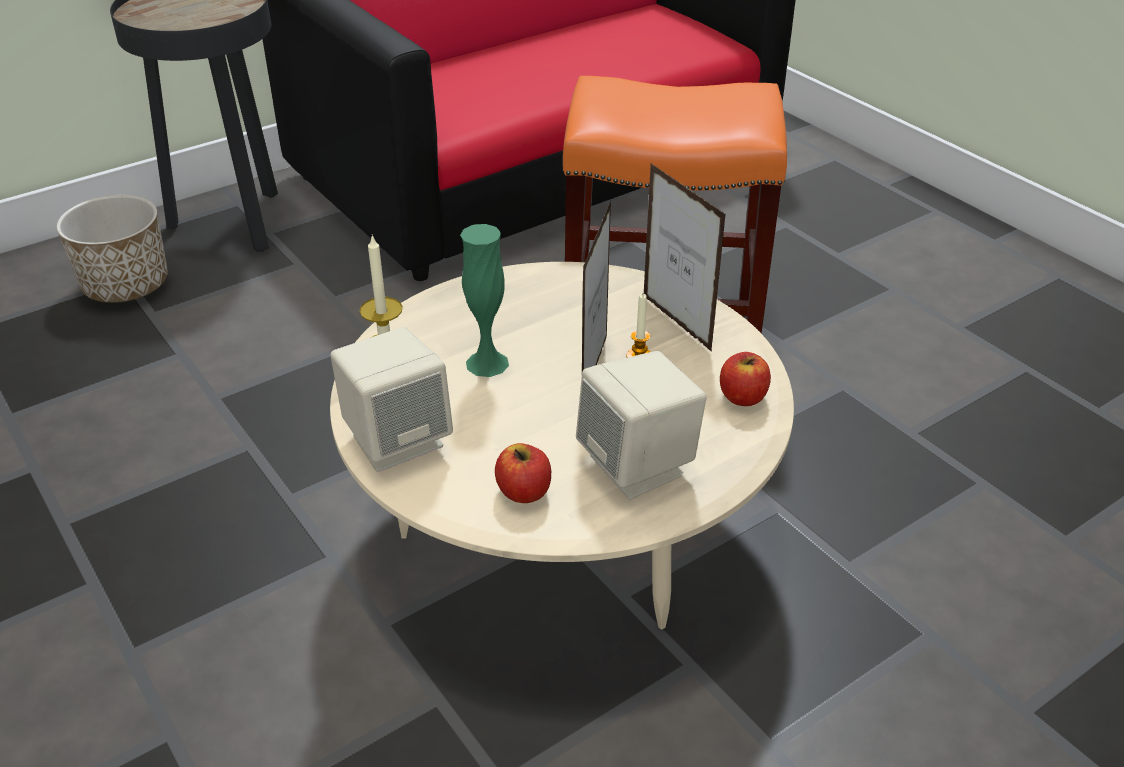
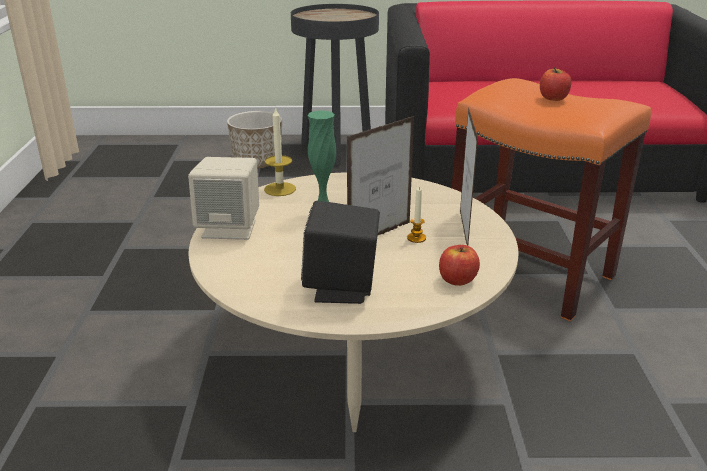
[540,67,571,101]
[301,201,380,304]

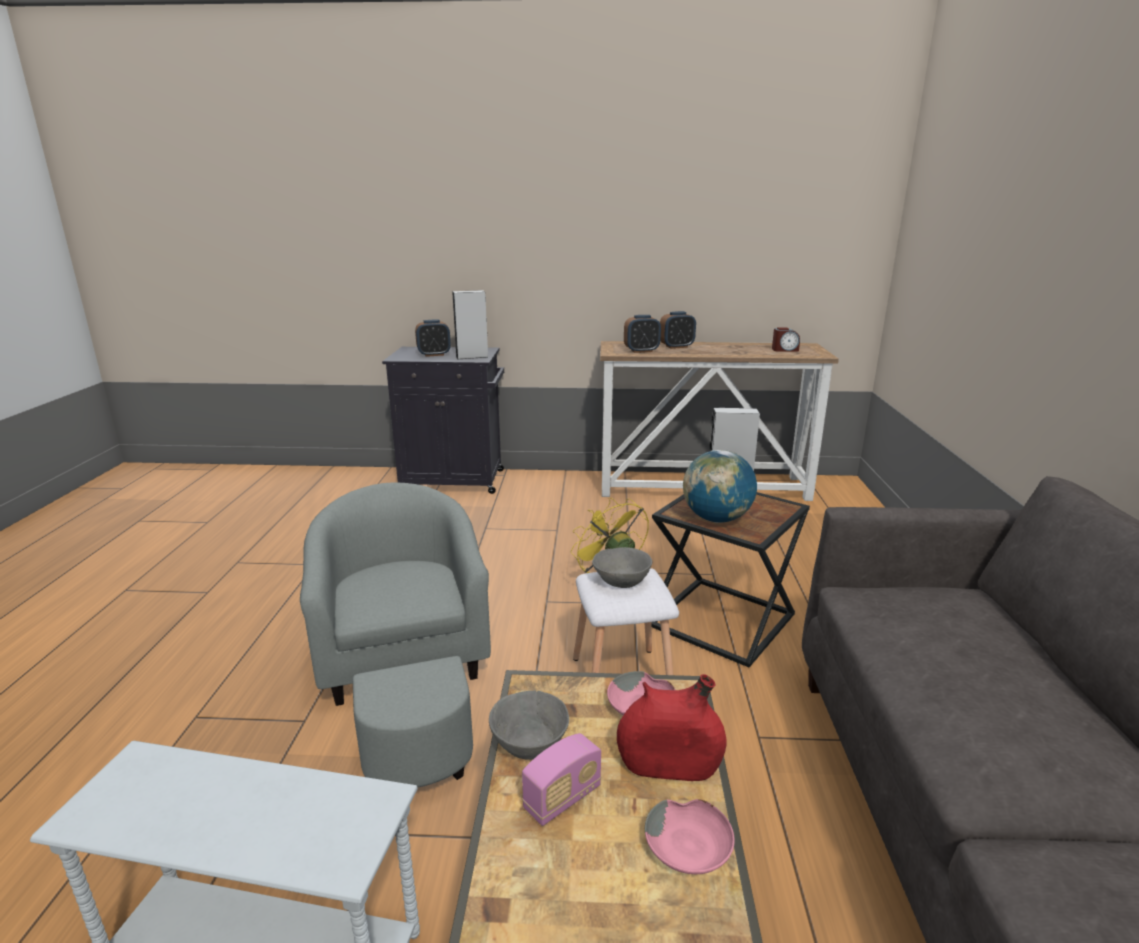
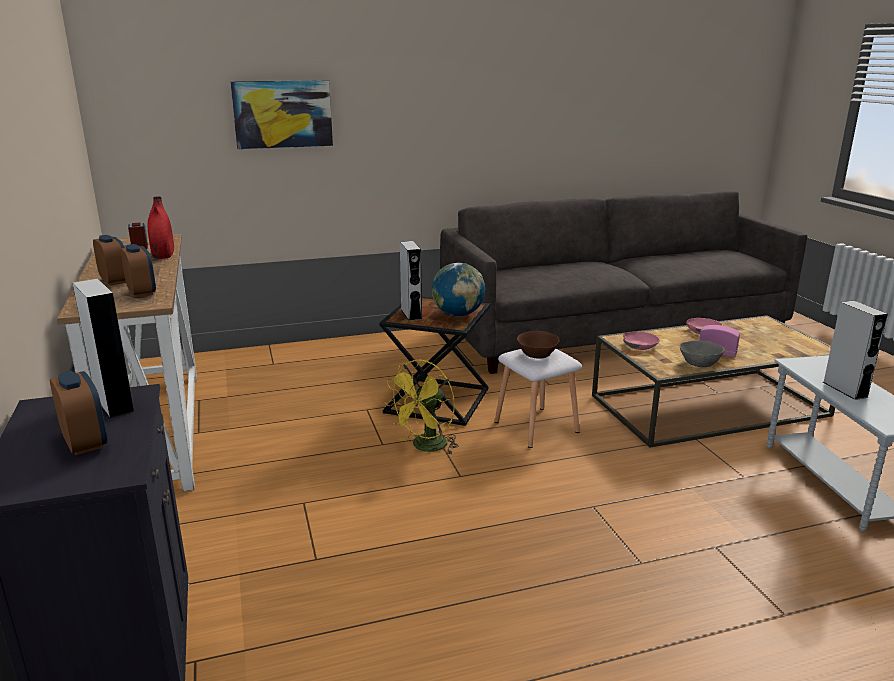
[300,482,491,787] (first image)
[517,331,560,359]
[148,196,174,259]
[230,80,333,149]
[823,301,888,400]

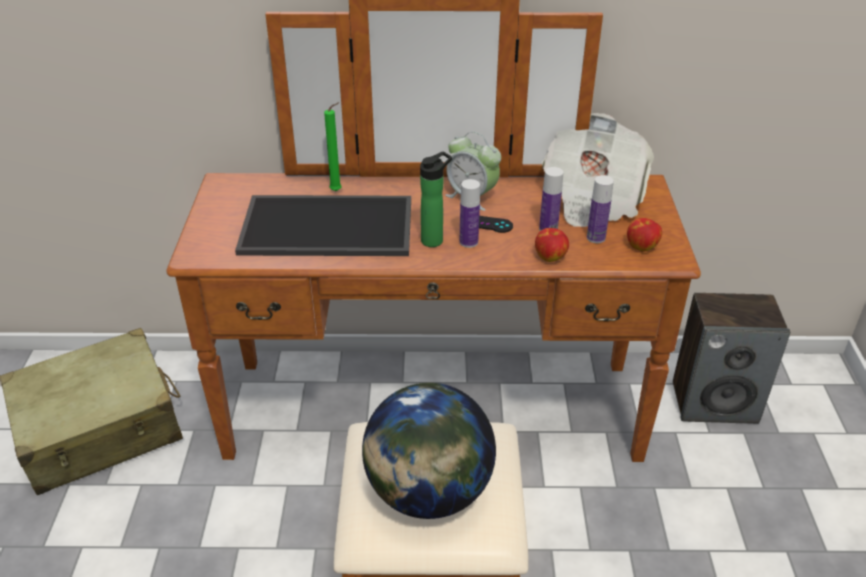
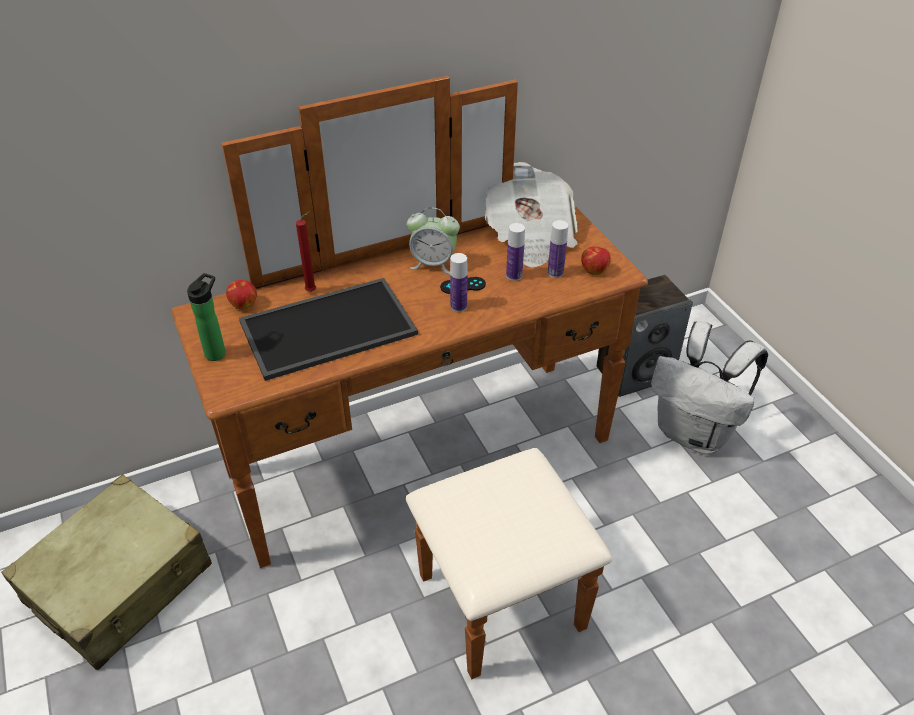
[296,212,316,292]
[362,383,496,519] (first image)
[187,273,226,361]
[226,280,257,310]
[651,321,768,455]

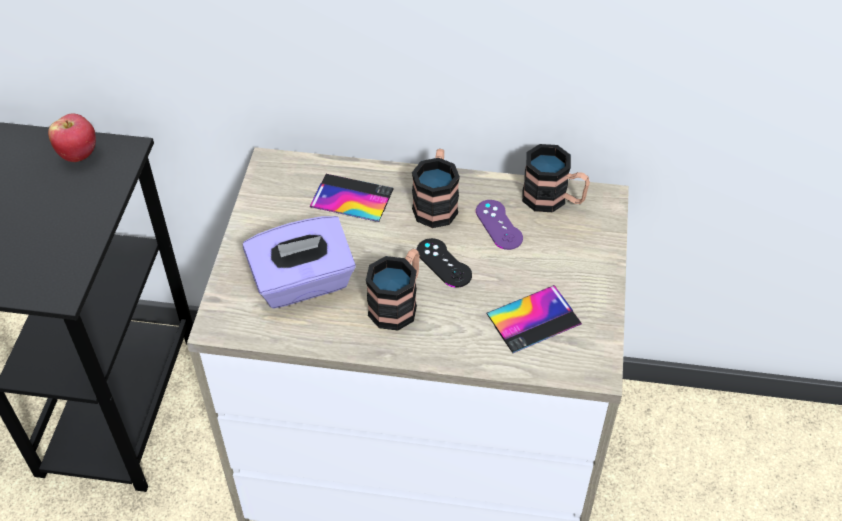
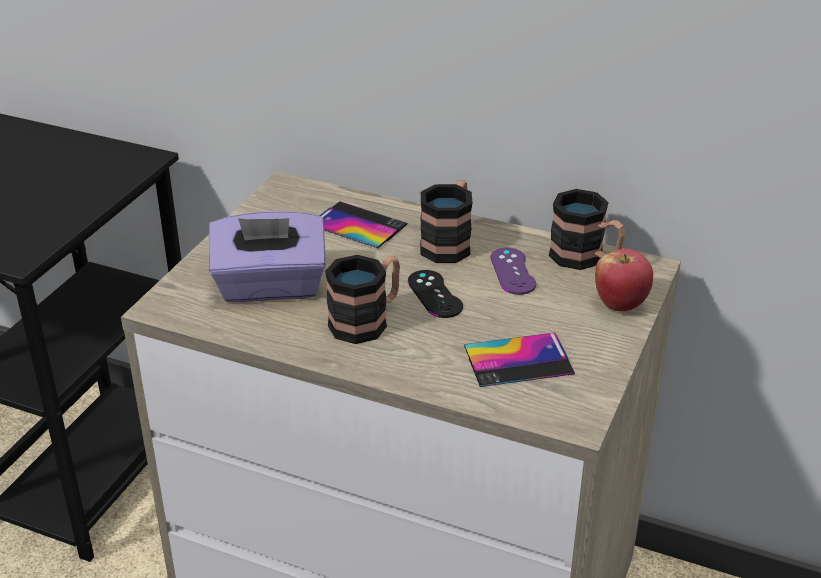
[595,248,653,311]

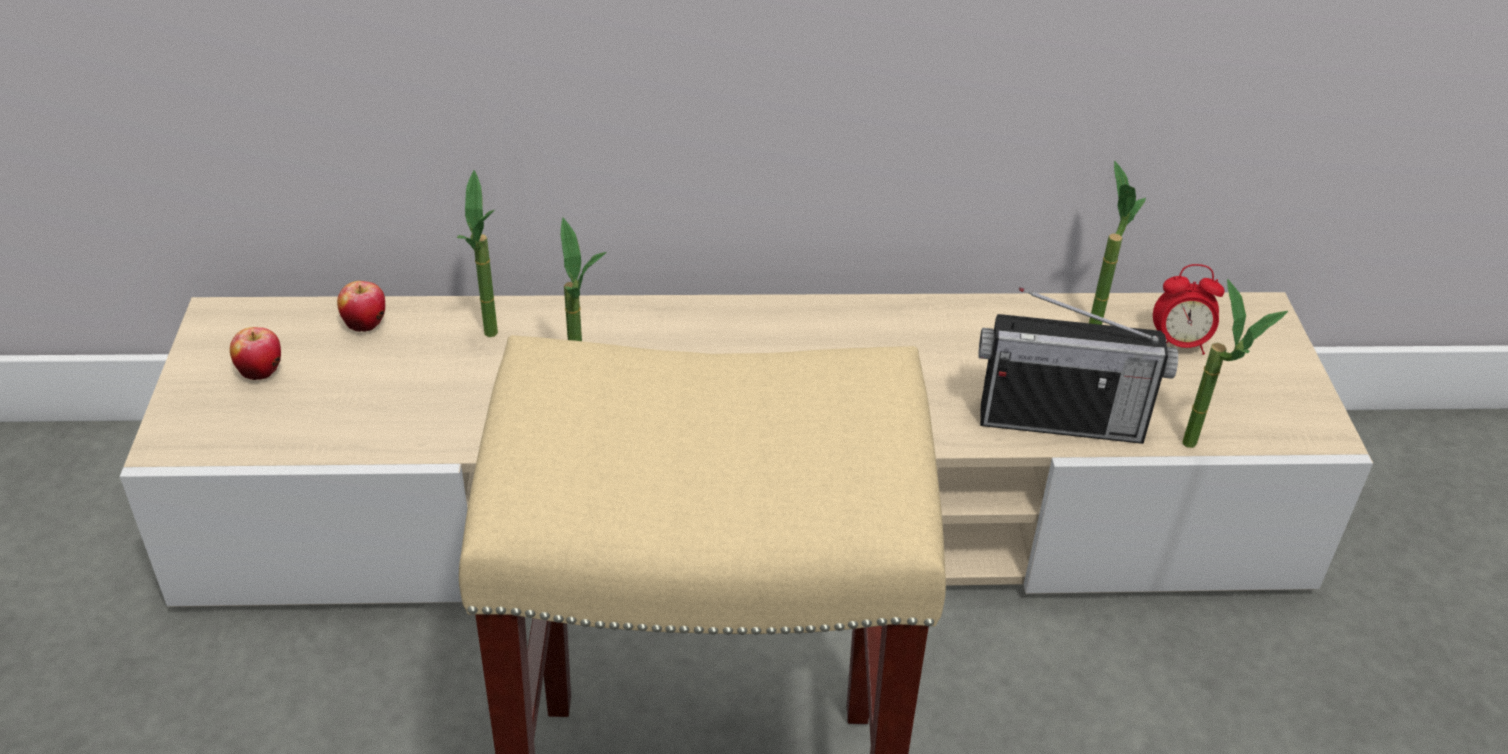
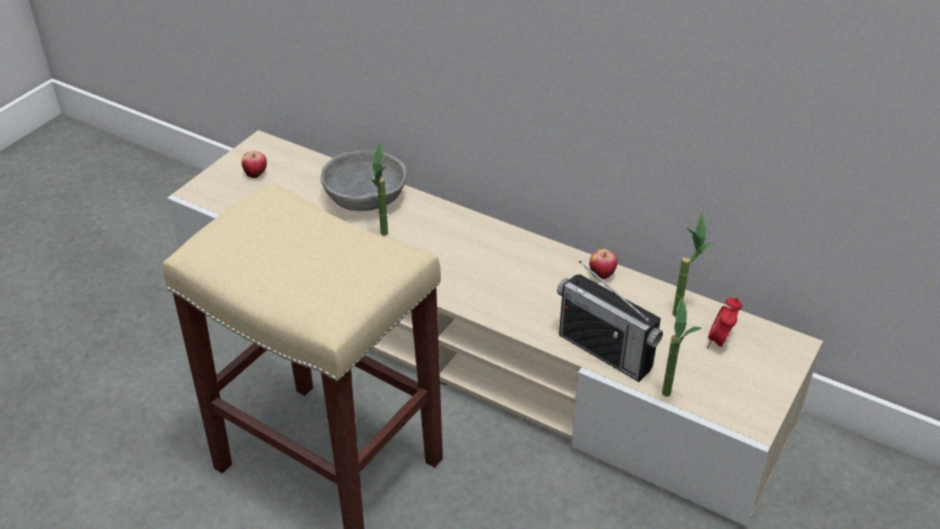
[589,249,618,280]
[321,150,406,211]
[707,297,742,348]

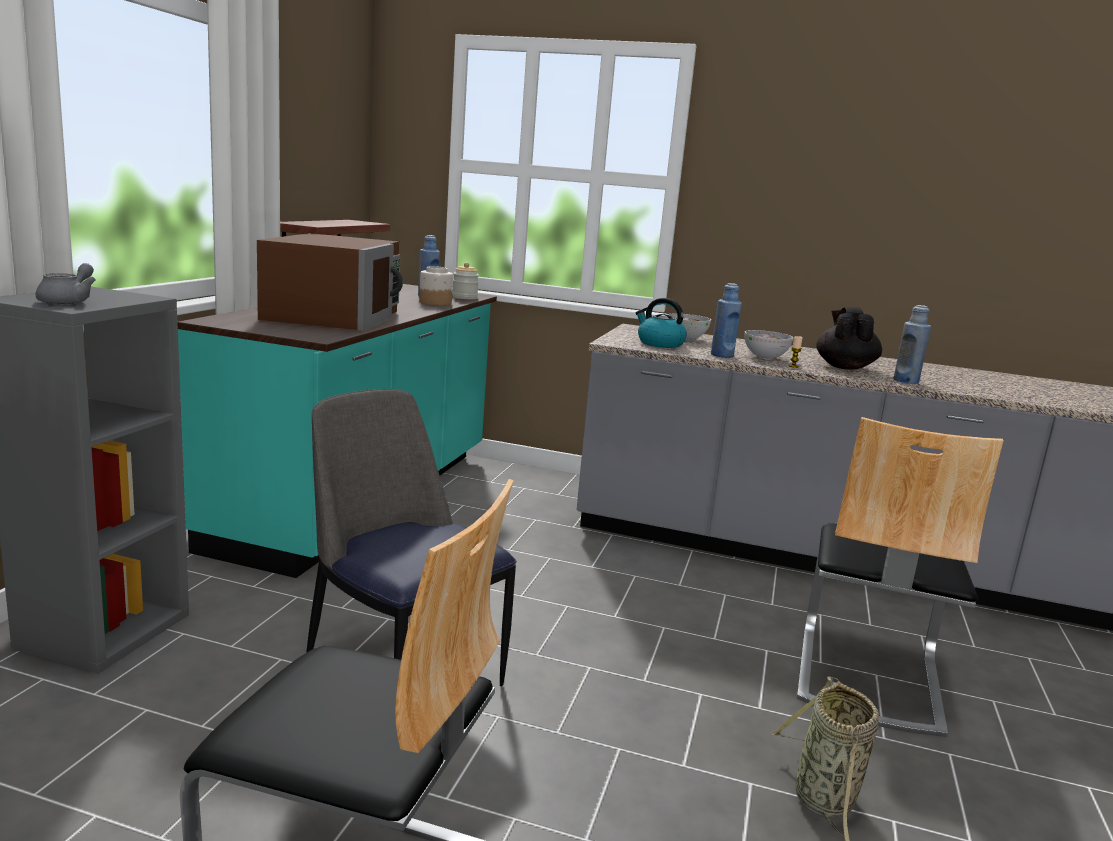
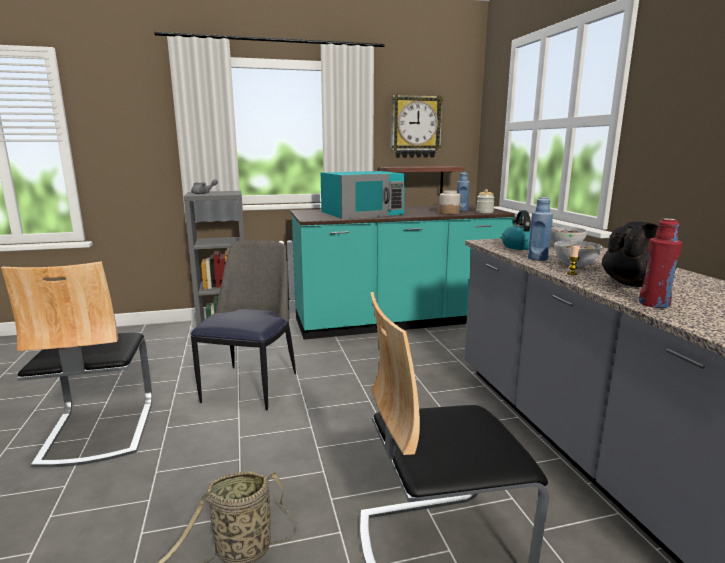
[321,171,405,219]
[639,218,682,308]
[391,95,444,158]

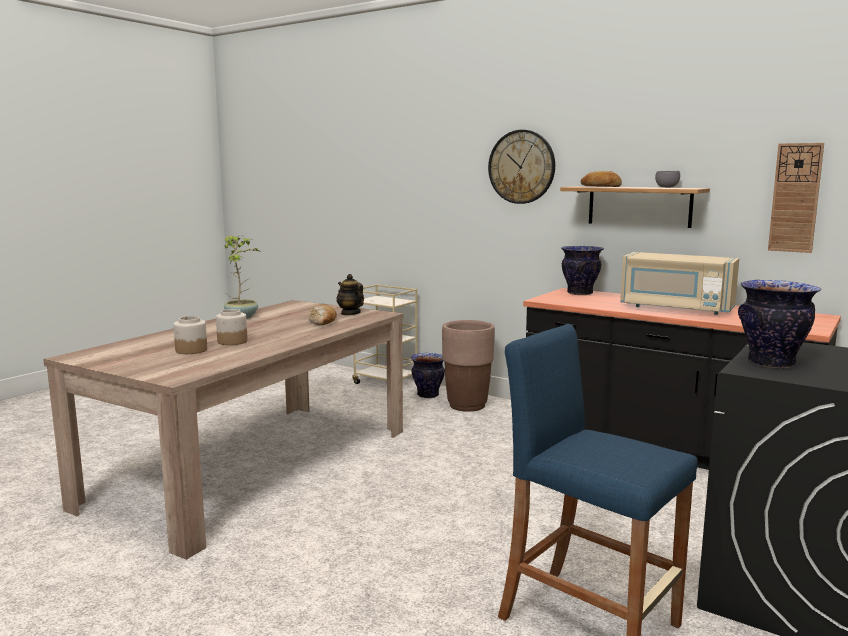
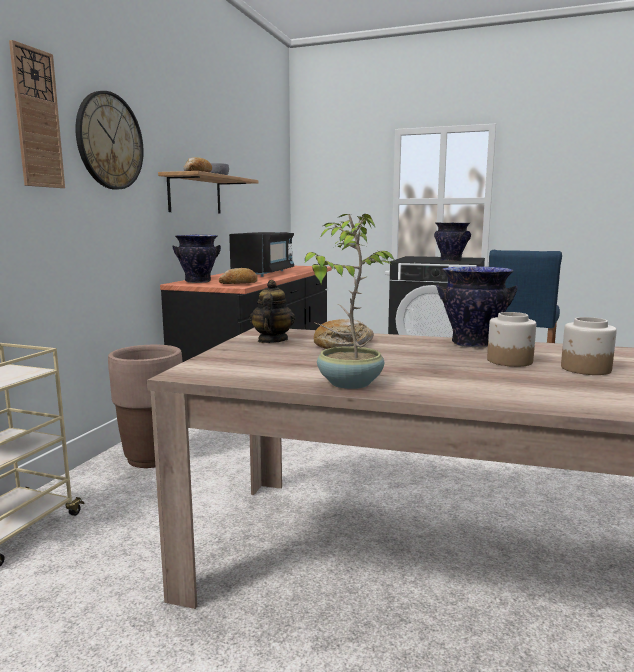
[250,280,295,343]
[436,266,517,348]
[229,232,294,277]
[9,40,65,188]
[219,268,258,284]

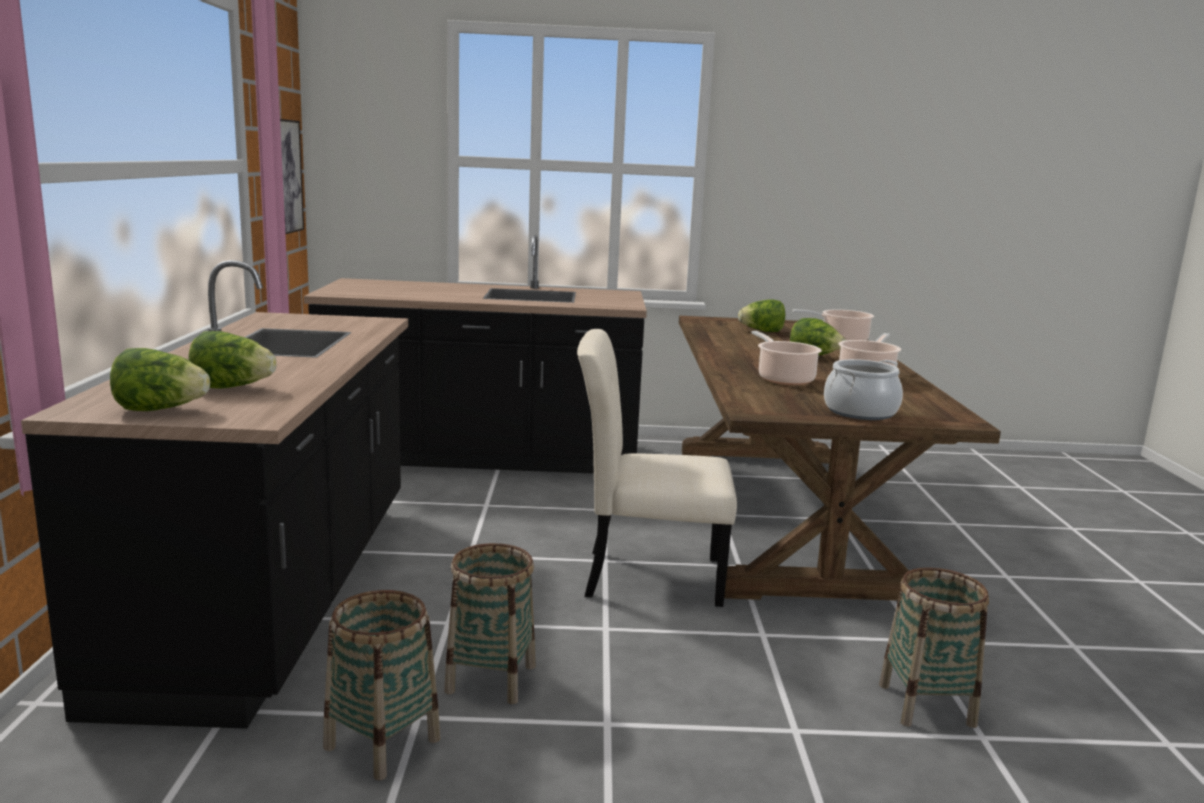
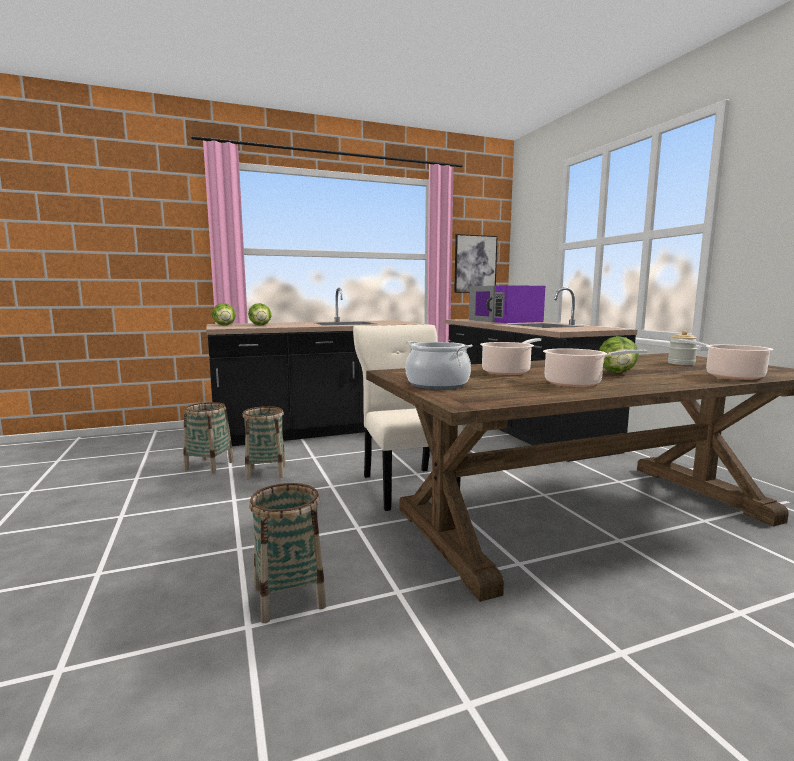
[668,331,697,365]
[469,285,545,323]

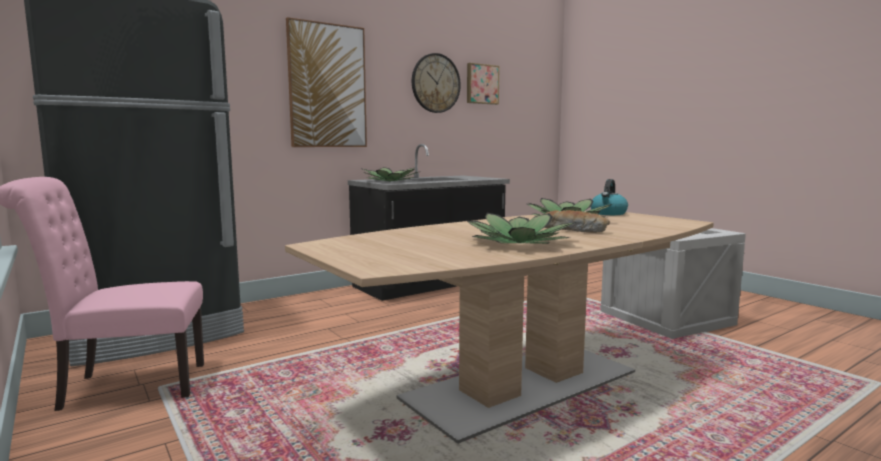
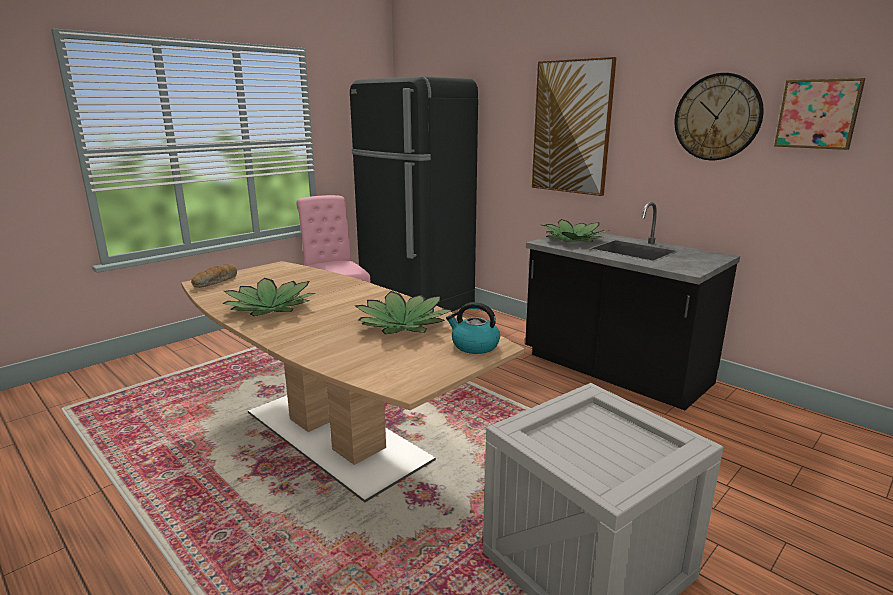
[191,264,237,288]

